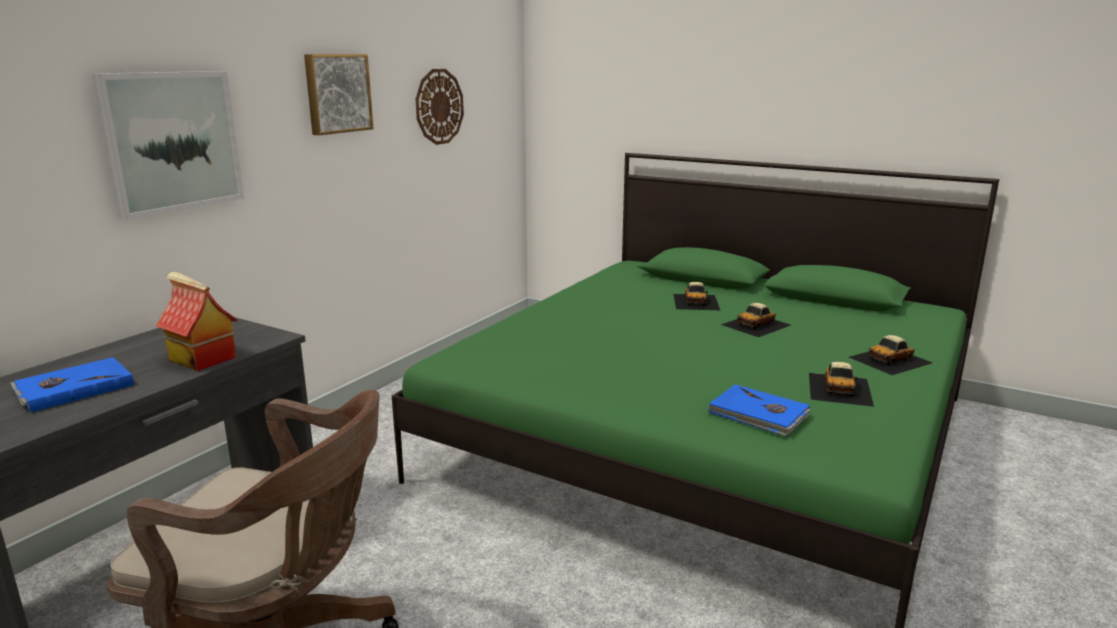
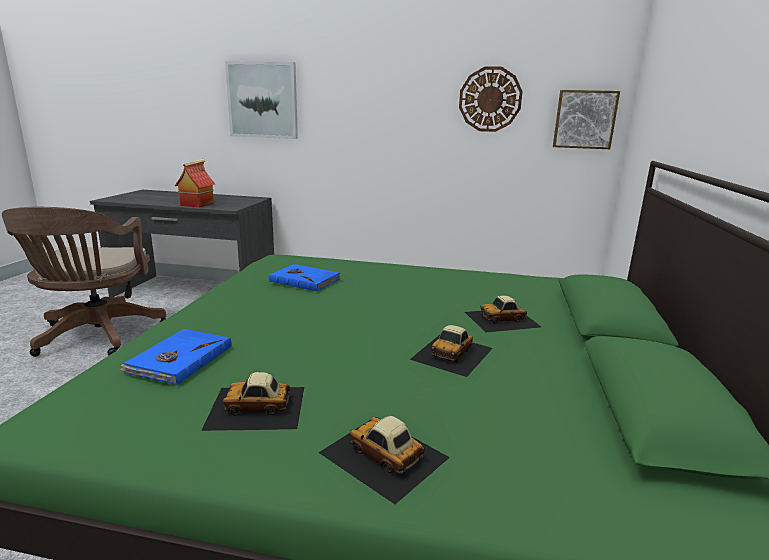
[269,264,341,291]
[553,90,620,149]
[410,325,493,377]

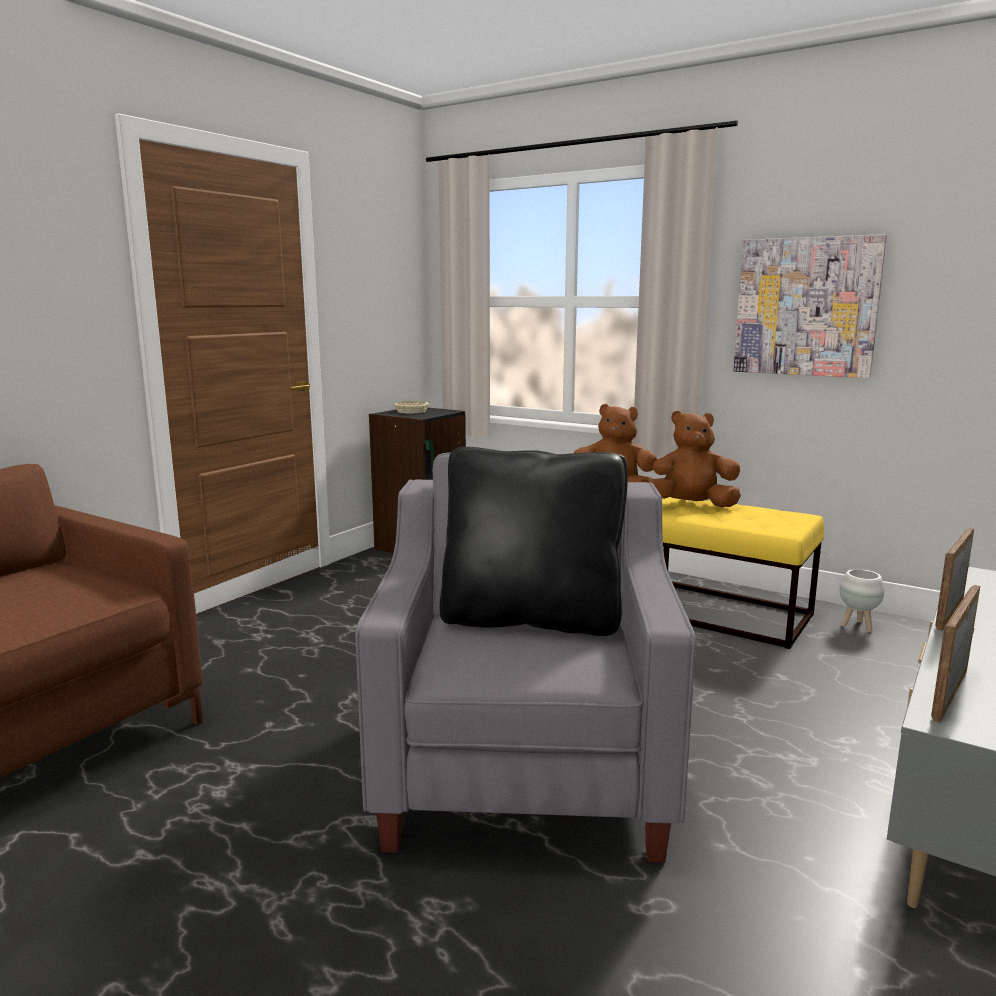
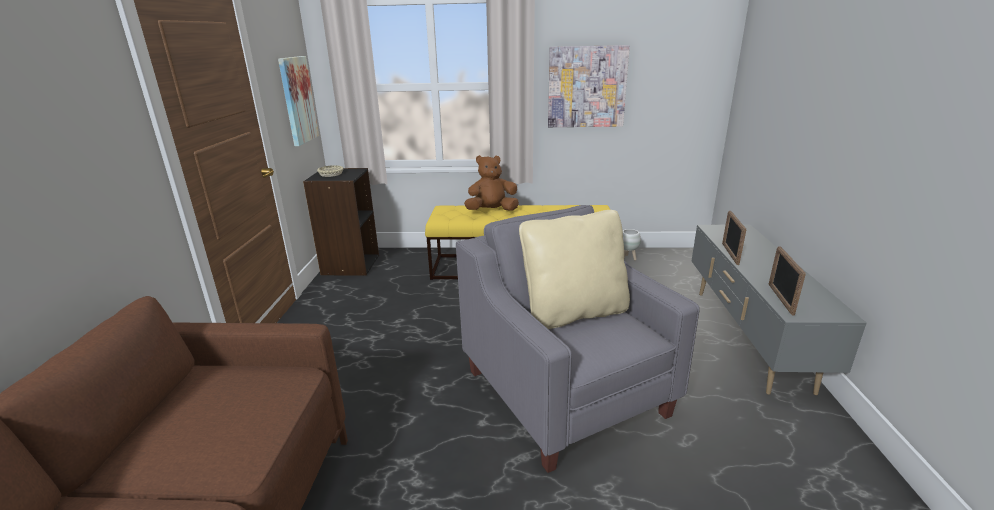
[519,210,630,329]
[647,411,741,507] (first image)
[278,56,319,146]

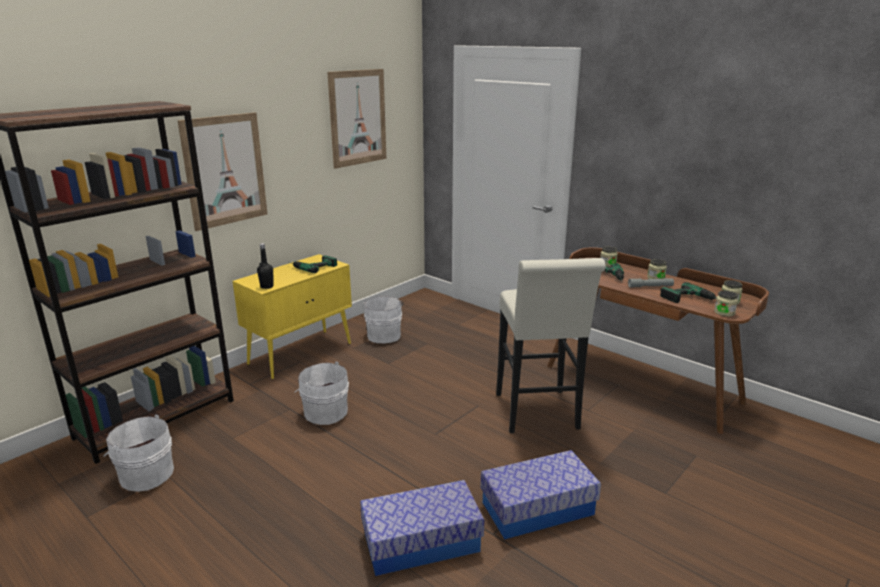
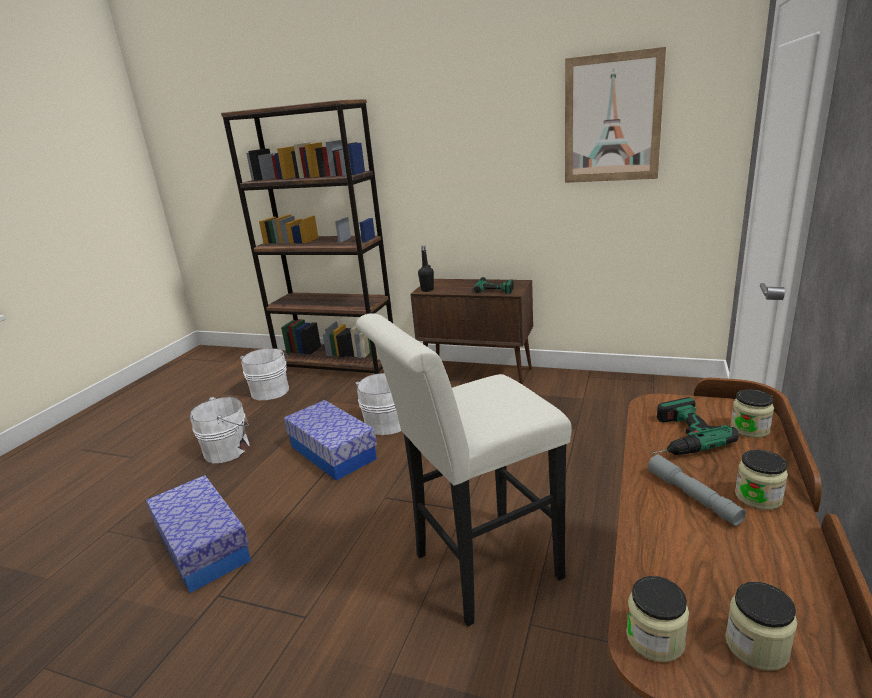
[177,113,268,231] (first image)
[410,279,533,385]
[190,397,250,463]
[284,400,377,481]
[660,282,717,303] (first image)

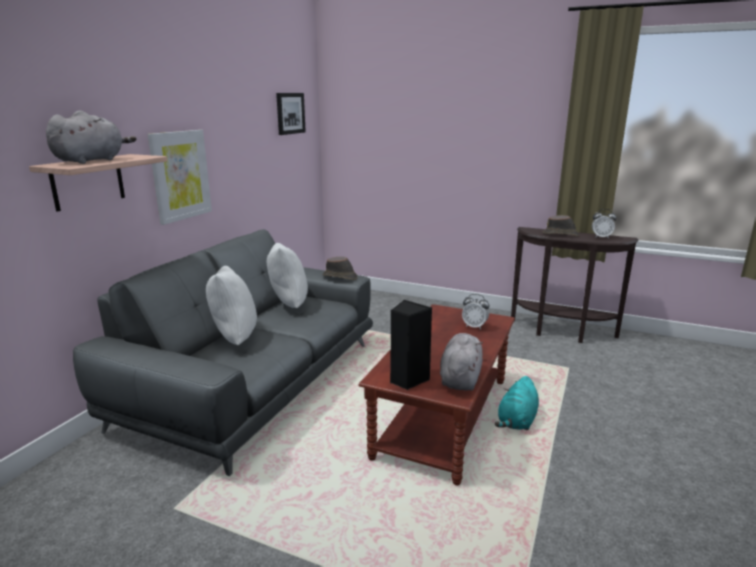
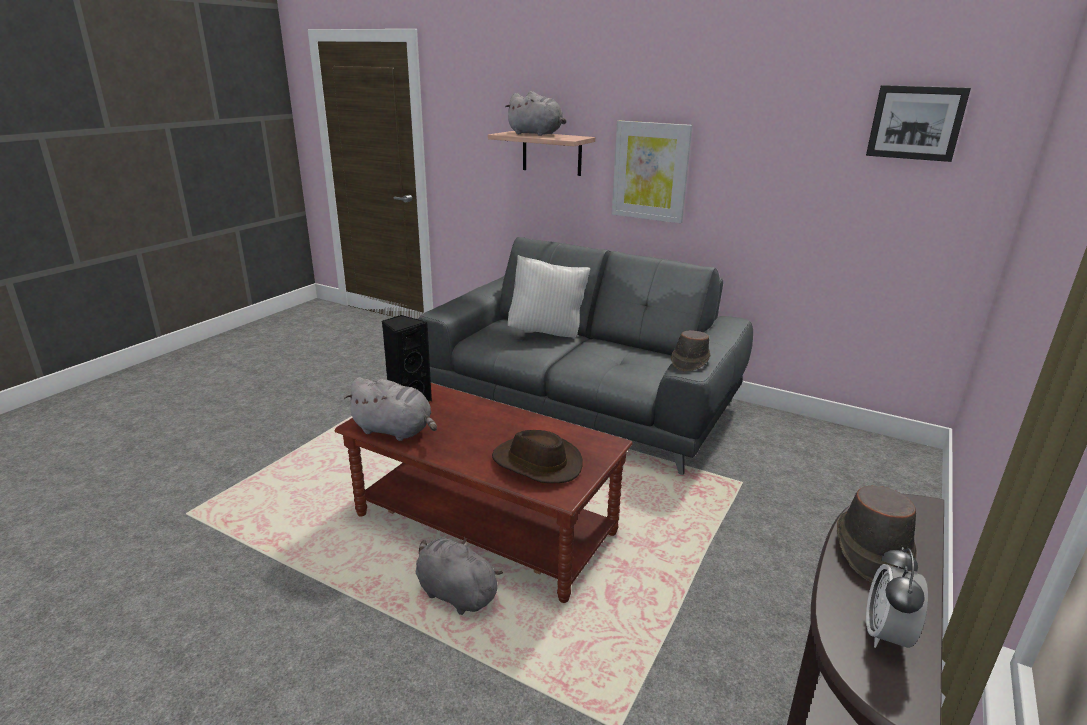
[267,243,308,308] (first image)
[492,430,583,483]
[416,537,503,615]

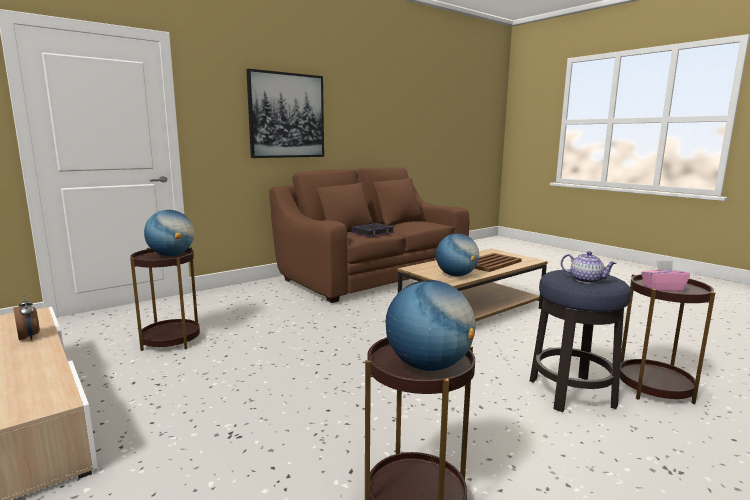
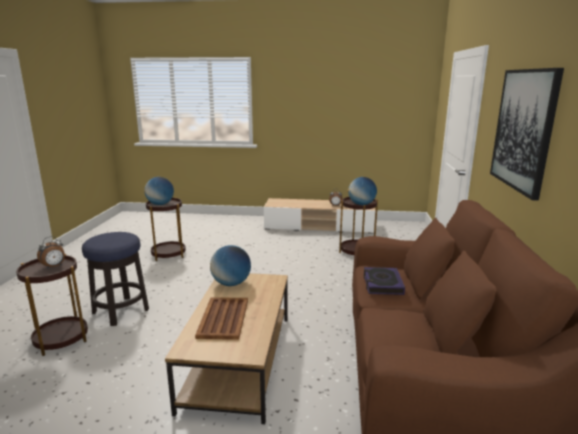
[561,251,617,284] (first image)
[37,236,65,269]

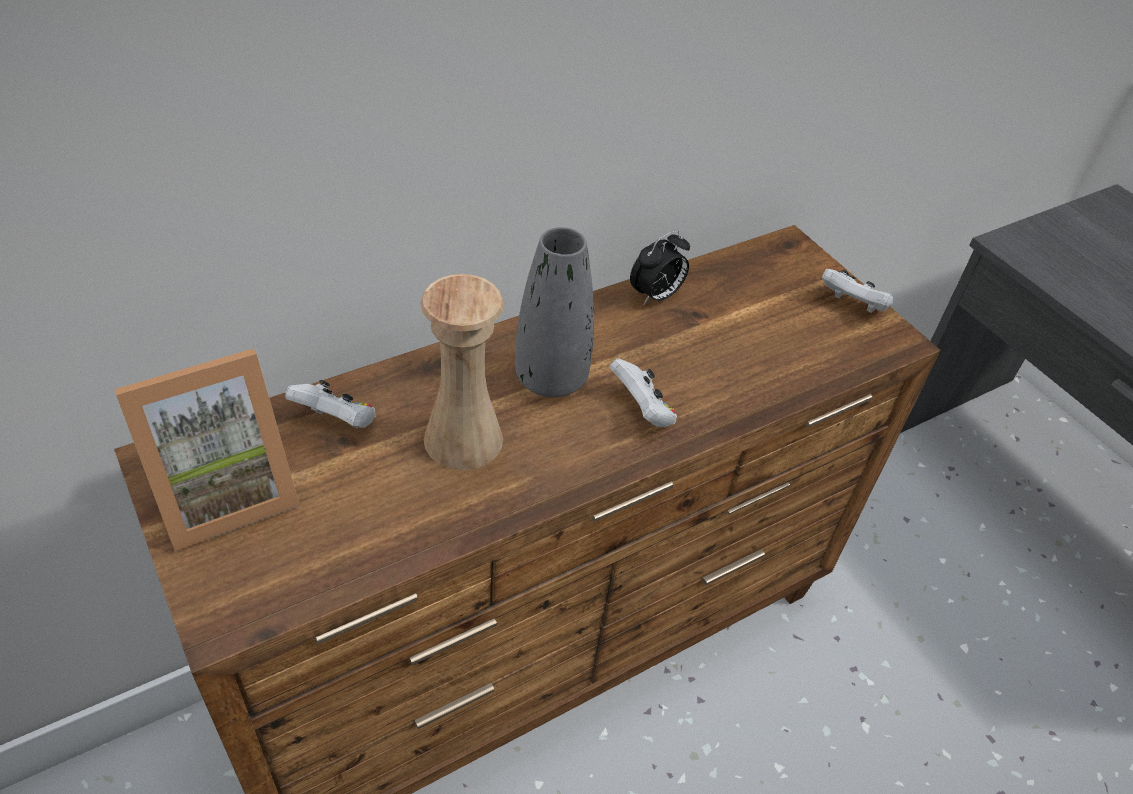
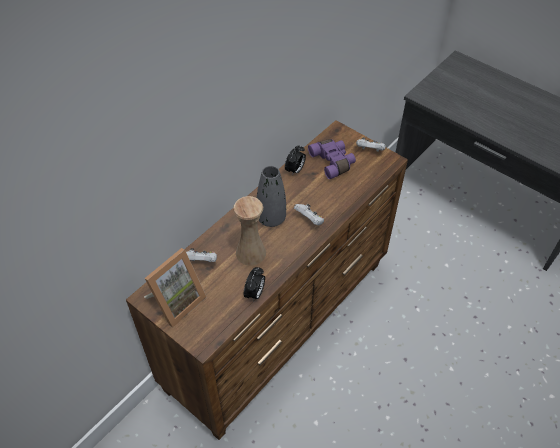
[244,267,265,301]
[308,139,356,179]

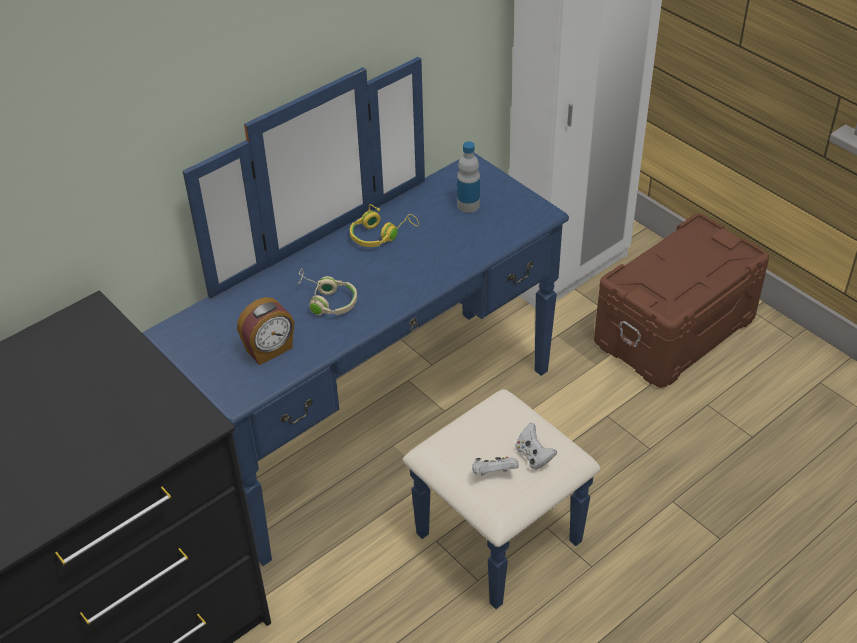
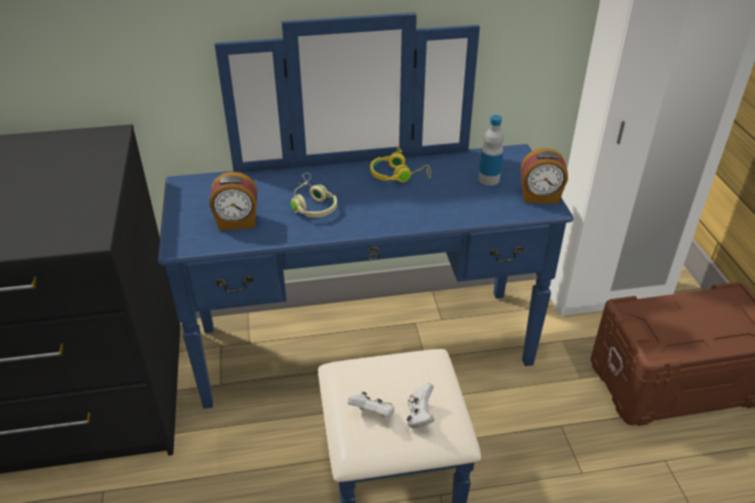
[521,148,568,204]

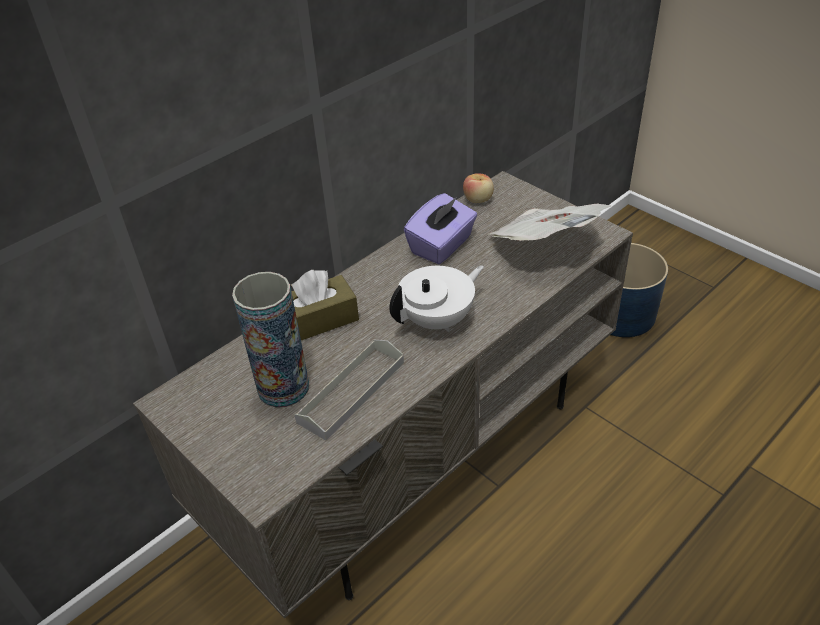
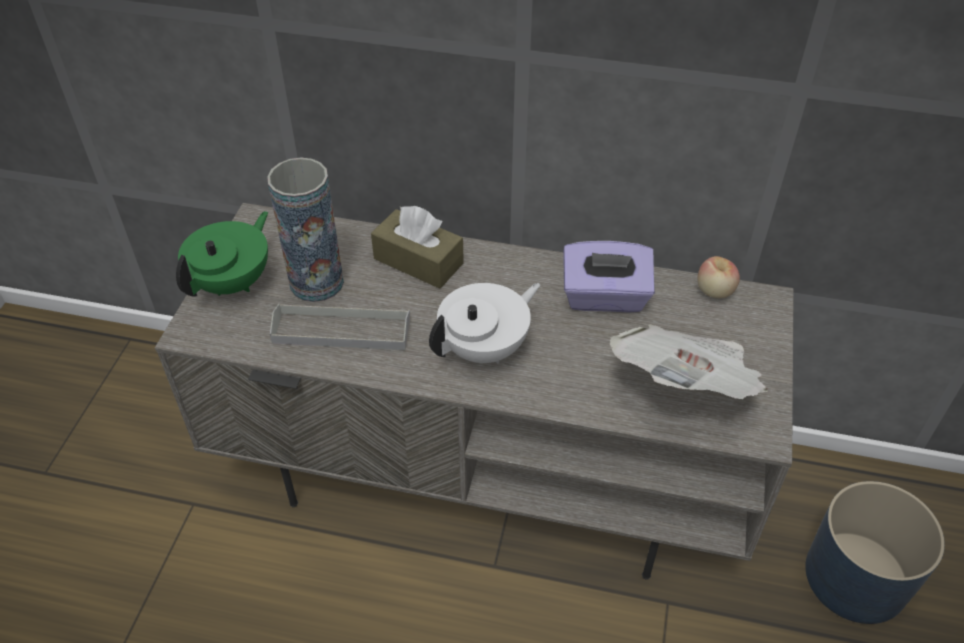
[429,283,540,364]
[176,211,268,297]

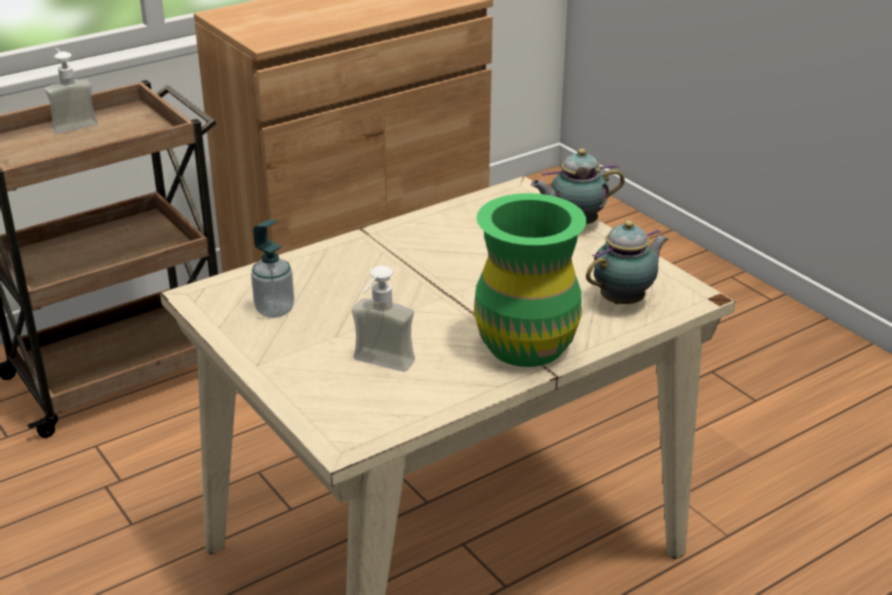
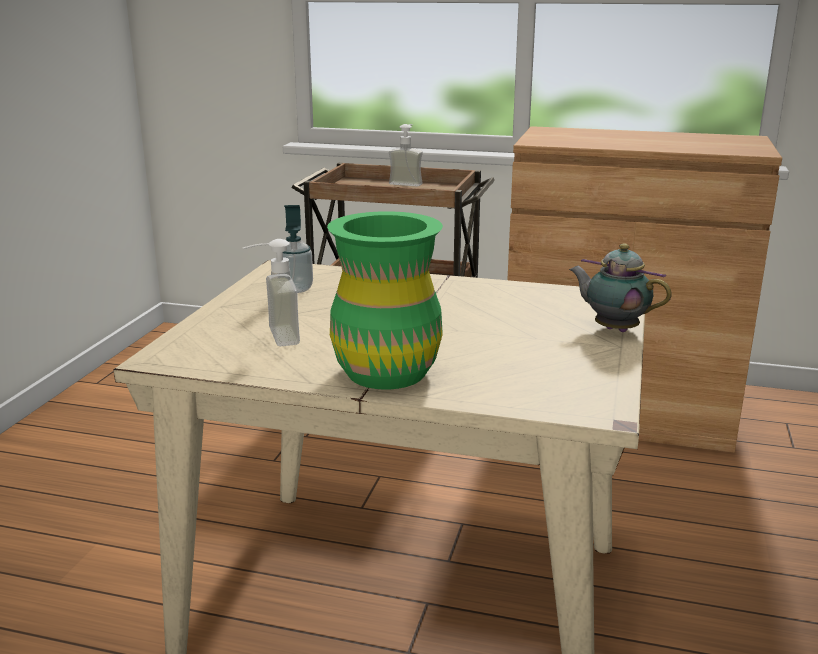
[586,220,669,304] (first image)

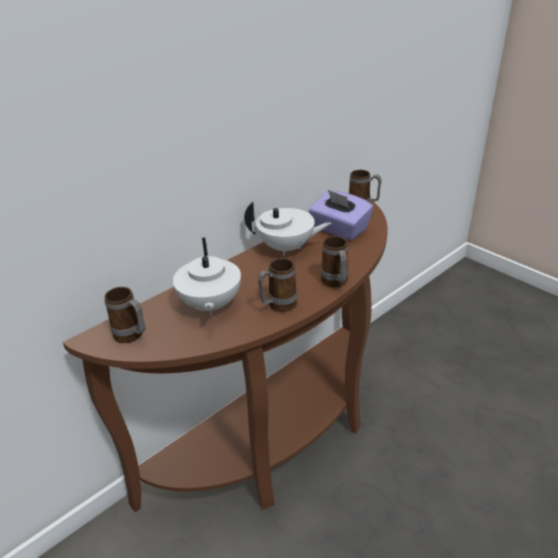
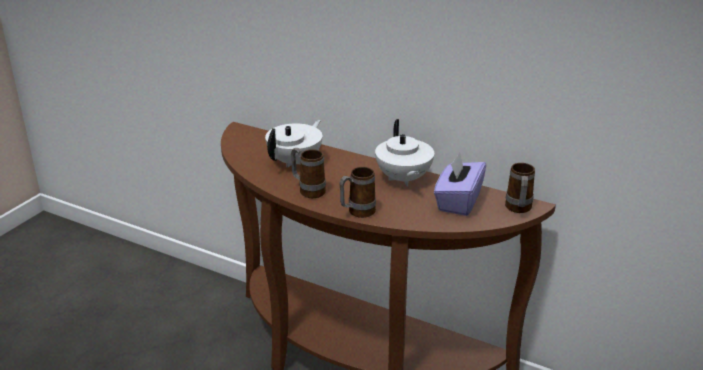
[104,287,146,343] (first image)
[265,120,322,168]

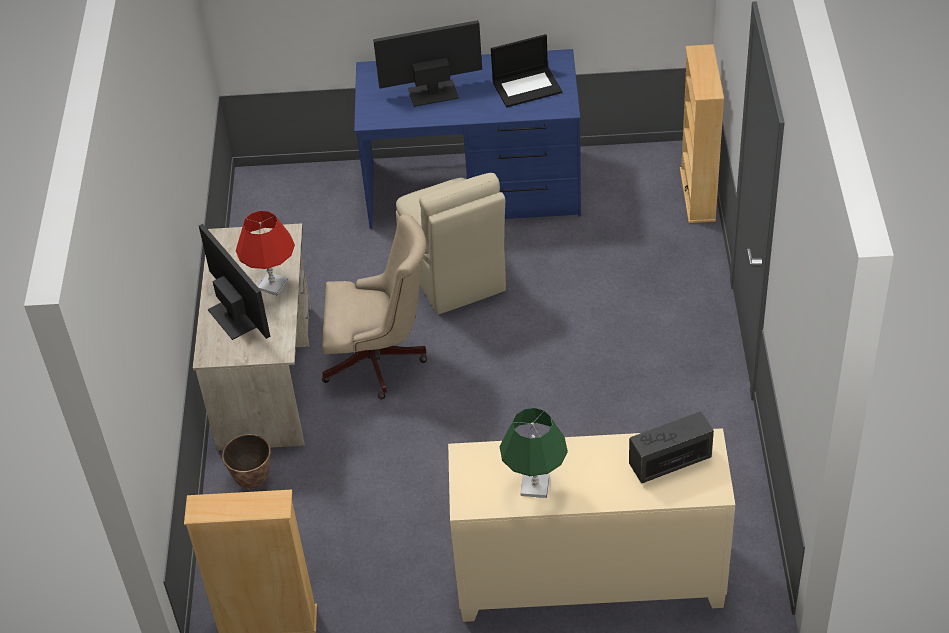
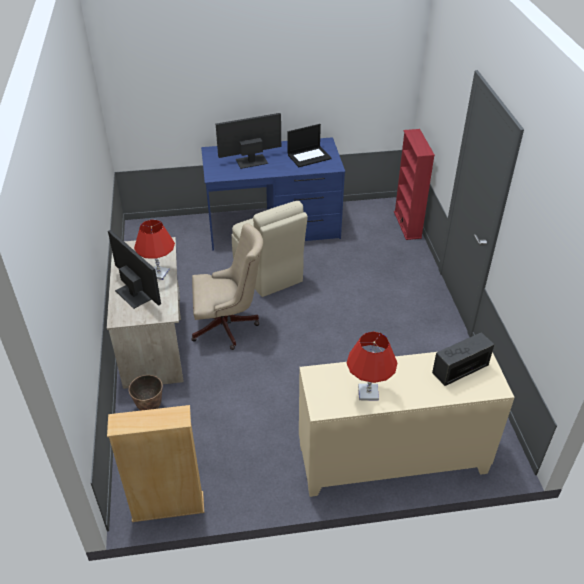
[347,331,397,401]
[394,129,435,240]

